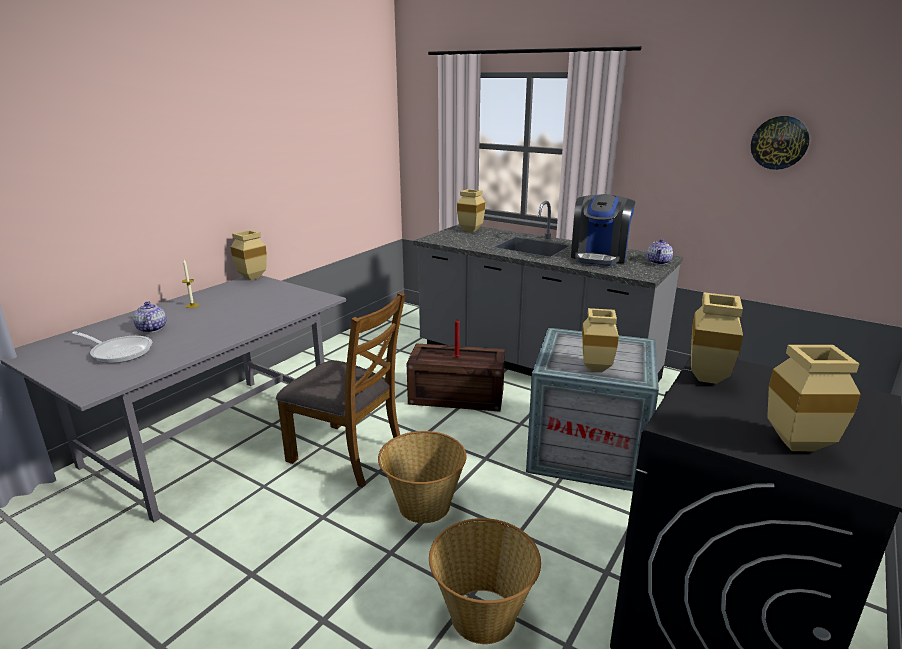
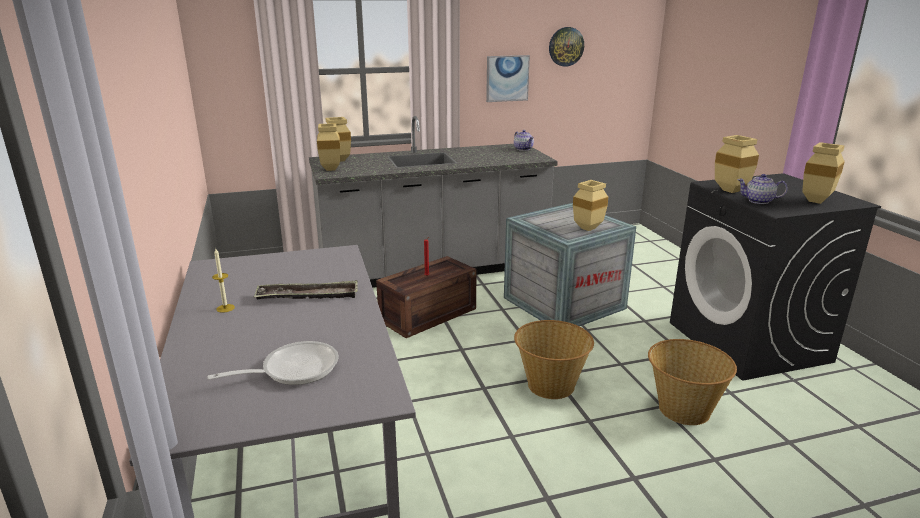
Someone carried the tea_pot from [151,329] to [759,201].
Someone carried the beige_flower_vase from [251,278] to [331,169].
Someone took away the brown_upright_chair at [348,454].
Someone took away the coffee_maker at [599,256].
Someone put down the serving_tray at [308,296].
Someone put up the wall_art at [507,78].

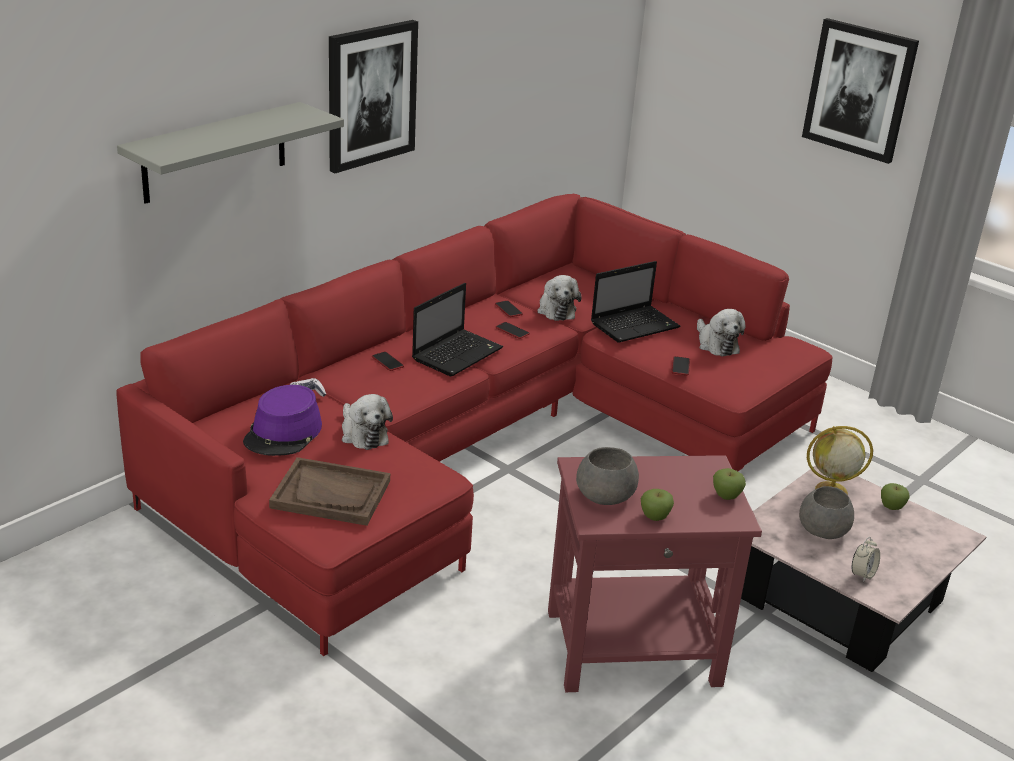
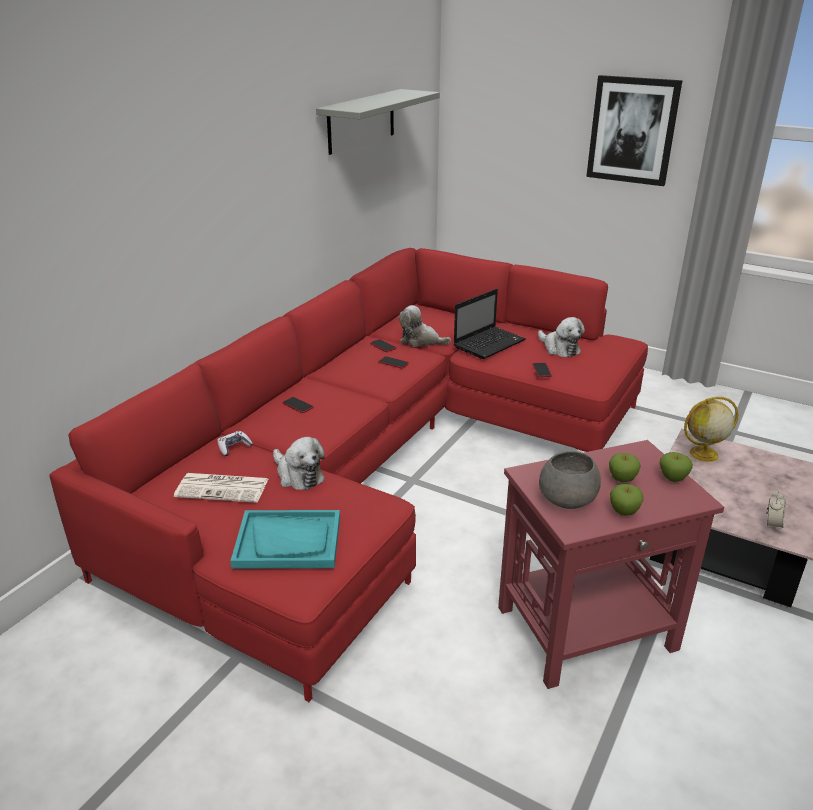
Someone carried the gray_wall_shelf from [215,152] to [361,121].
Someone swapped the purple-coloured_clothing_hat at [283,433] for the newspaper at [223,488].
Someone repainted the brown_serving_tray at [331,494], which became the turquoise-coloured_serving_tray at [288,541].
Someone took away the wall_art at [371,95].
Someone took away the notebook_computer at [458,353].
Someone rotated the cuddly_toy at [556,310] by 135 degrees clockwise.
Someone took away the gray_bowl at [823,529].
Someone carried the apple_fruit from [891,507] to [622,479].

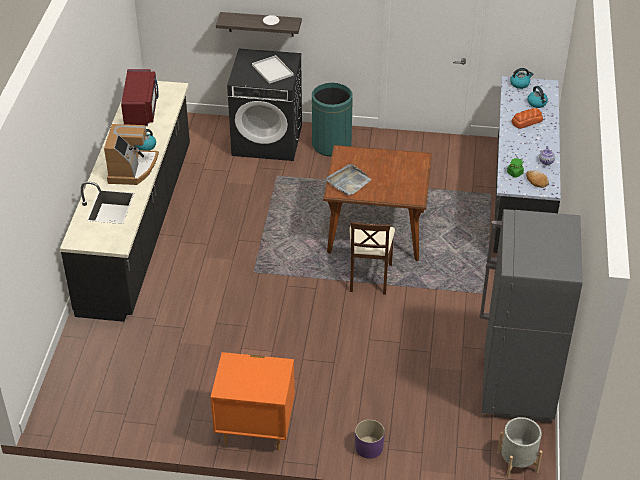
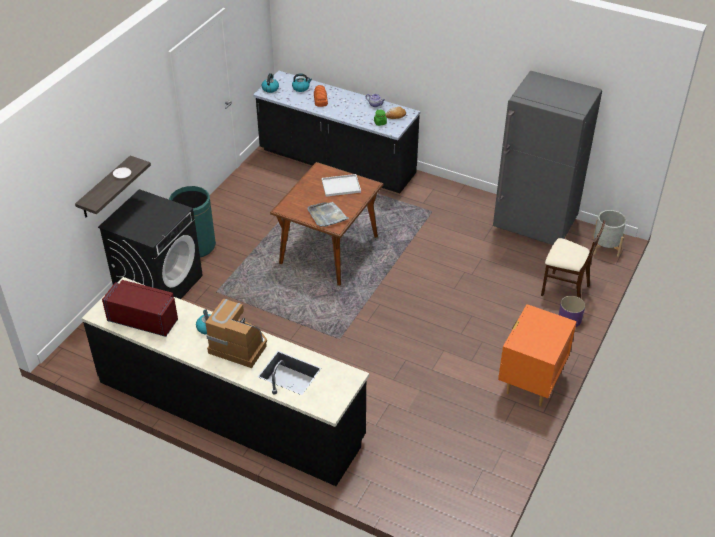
Someone carried the white-coloured_serving_tray from [273,70] to [341,185].
Someone carried the beige_upright_chair from [369,277] to [565,289].

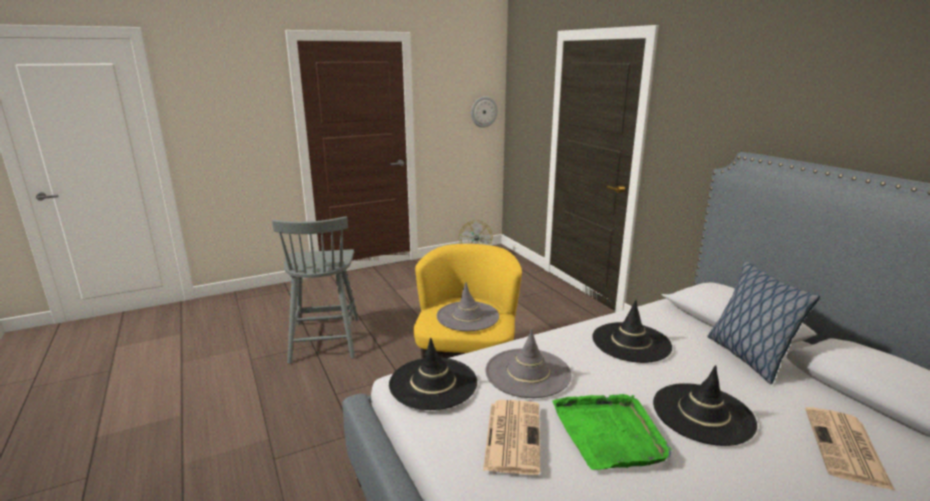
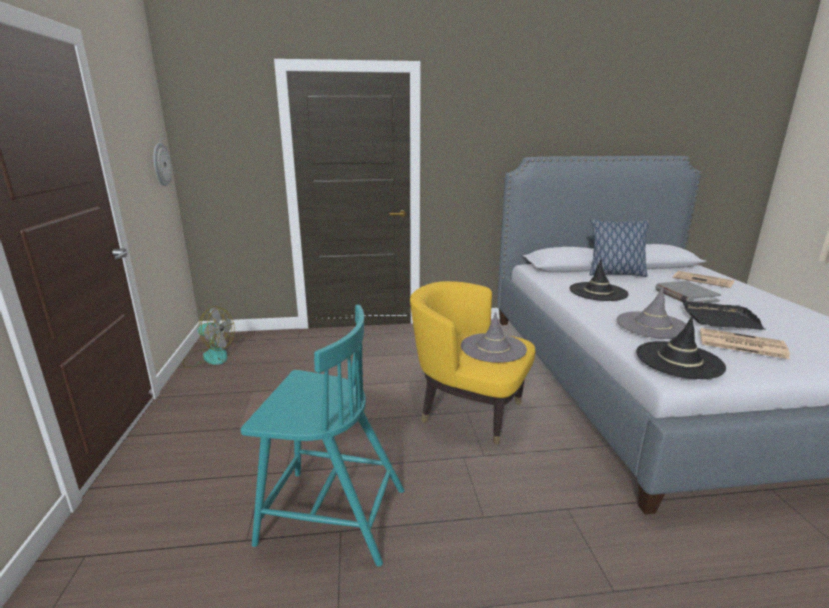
Someone repainted the gray_upright_chair at [325,339], which became the turquoise-coloured_upright_chair at [330,515].
Someone repainted the greenish_serving_tray at [610,433], which became the black-coloured_serving_tray at [719,319].
Someone swapped the black-coloured_clothing_hat at [703,413] for the gray_volume at [685,295].

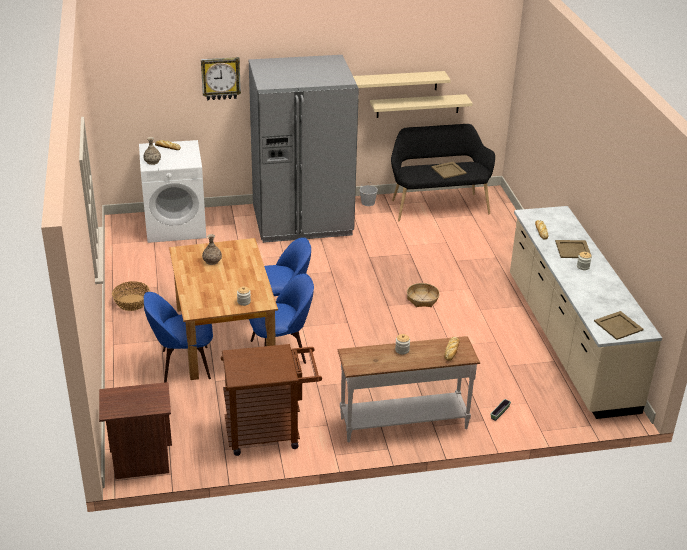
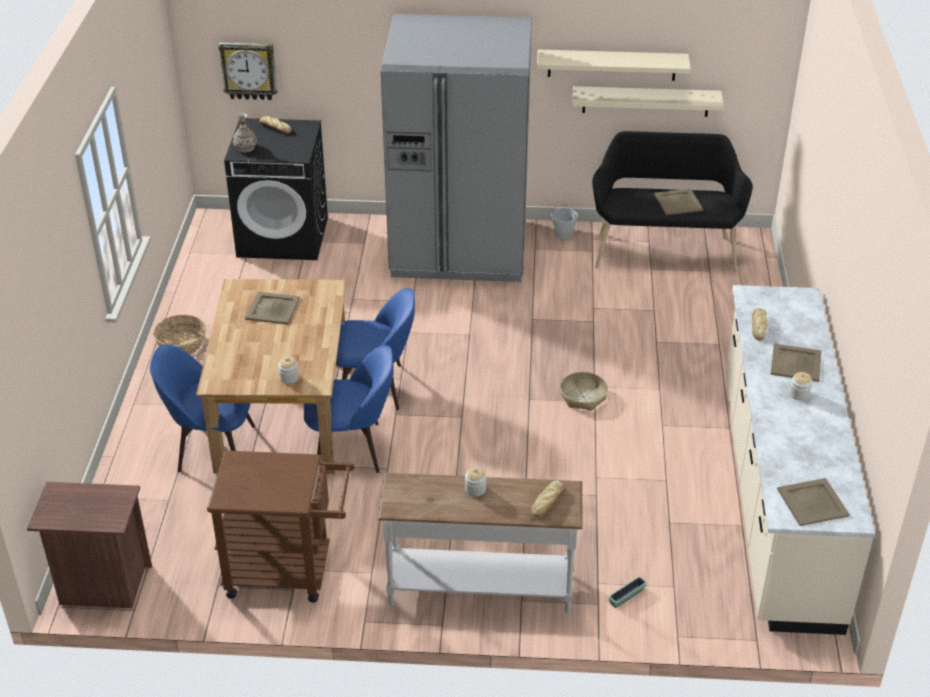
Someone repainted the white-coloured_laundry_appliance at [176,226], which became the black-coloured_laundry_appliance at [283,237].
Someone carried the hanging_clock from [220,78] to [249,70].
Someone swapped the flower_vase at [212,261] for the beige_serving_tray at [272,308].

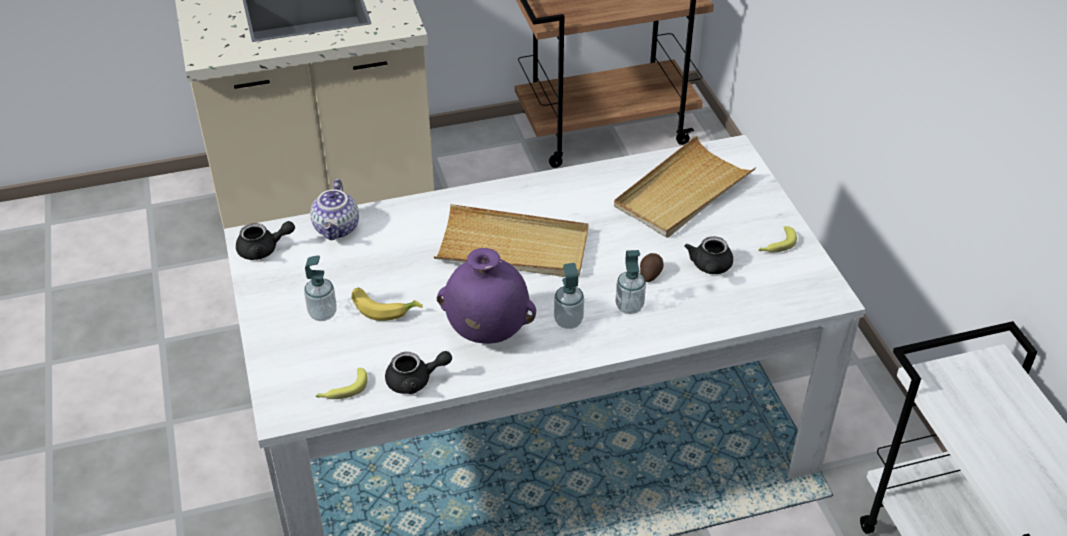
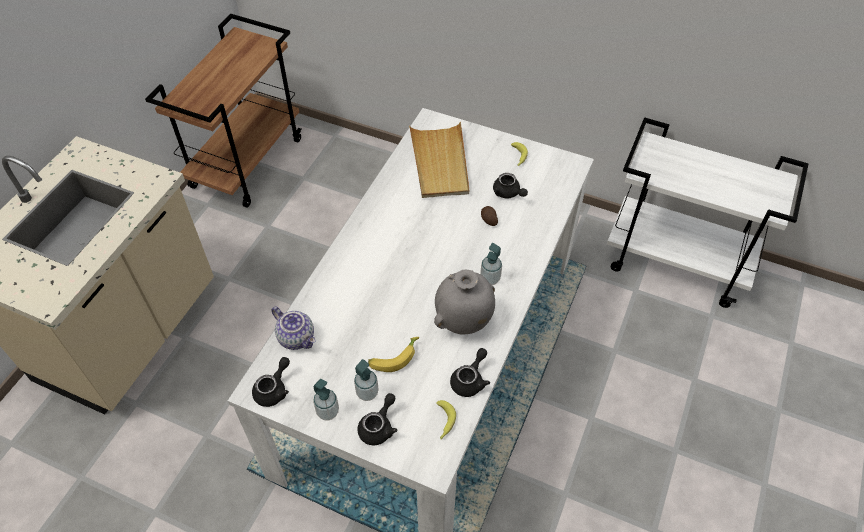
Someone took away the beige_serving_tray at [513,248].
Someone repainted the purple-coloured_flower_vase at [486,332], which became the gray_flower_vase at [463,321].
Someone carried the soap_dispenser from [629,306] to [328,412].
Someone put down the black-coloured_tea_pot at [379,427].

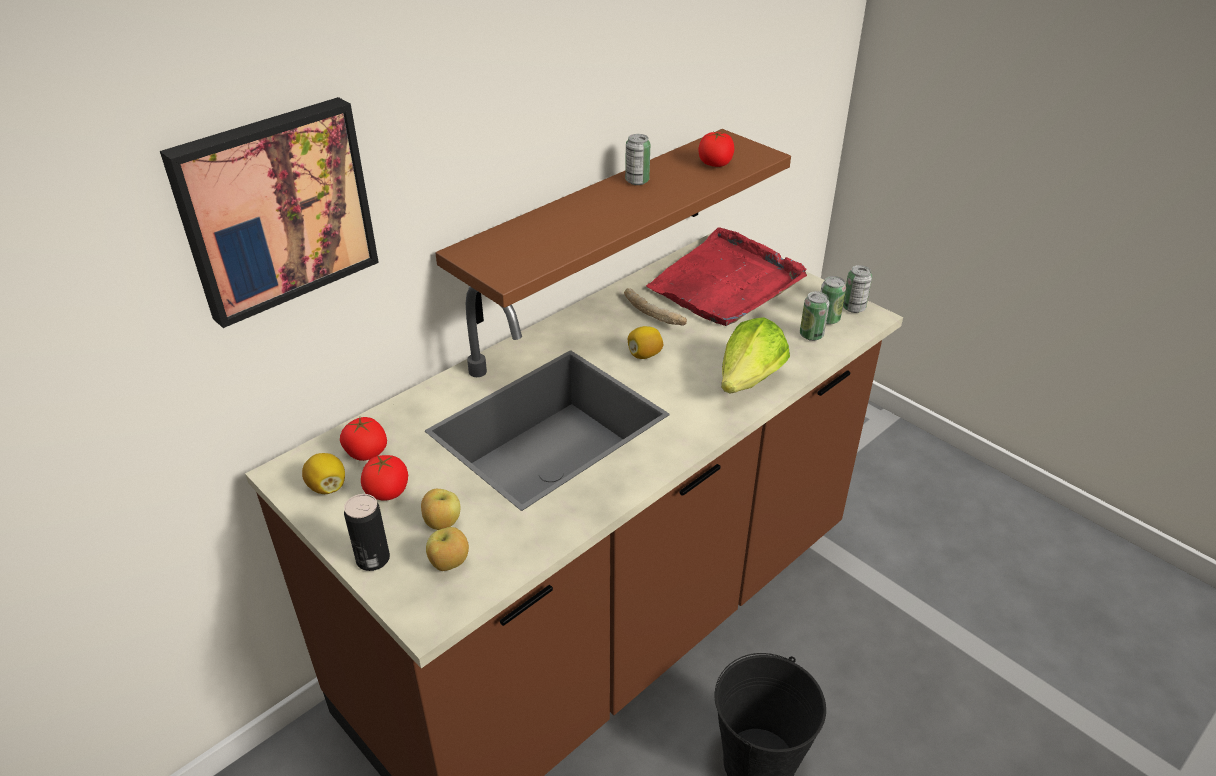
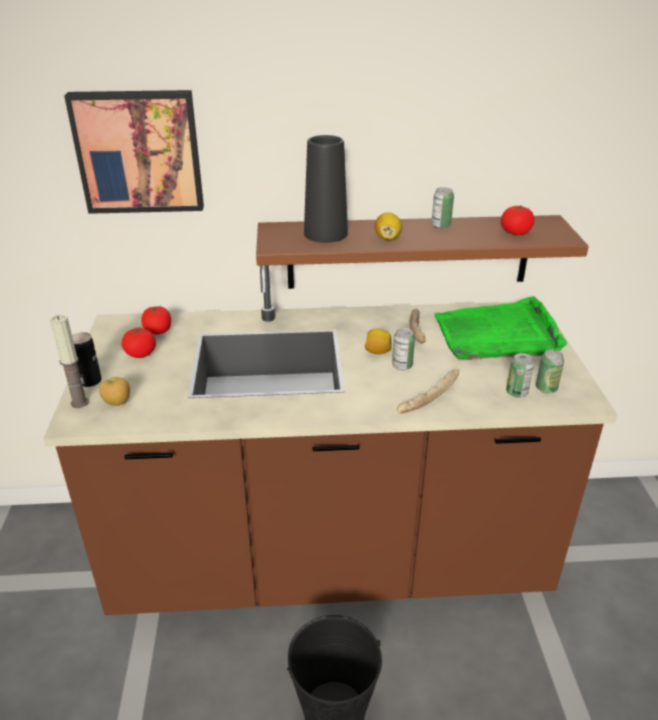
Someone carried the citrus_fruit from [327,486] to [387,238].
Someone took away the apple_fruit at [442,523].
Someone repainted the red-coloured_serving_tray at [726,283], which became the greenish_serving_tray at [497,334].
Someone swapped the head_of_lettuce at [749,380] for the bakery_bread at [428,398].
Someone carried the can from [853,308] to [402,365].
Someone put down the wax_candle at [79,403].
Someone put down the black-coloured_flower_vase at [325,233].

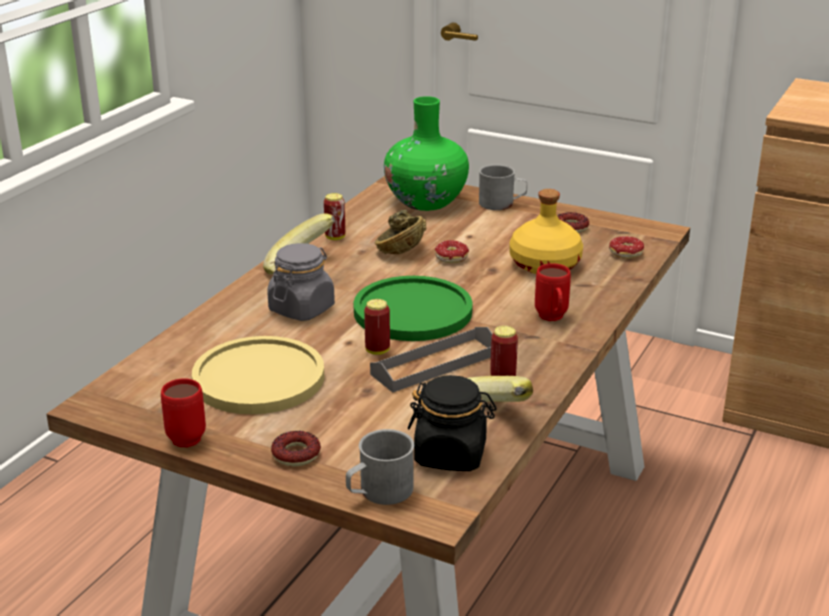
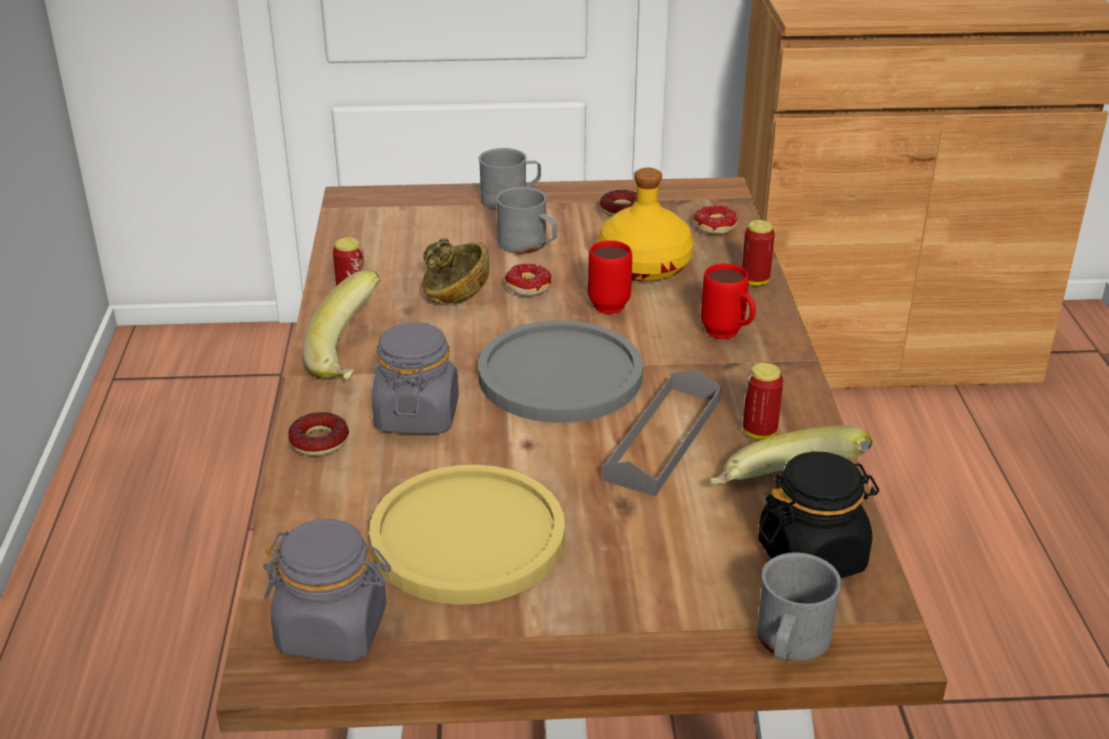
Someone carried the red-coloured_tea_mug from [190,435] to [606,302].
Someone carried the ring_doughnut from [296,454] to [319,441].
Someone repainted the greenish_plate at [412,311], which became the gray_plate at [560,375].
Someone carried the can from [377,351] to [755,281].
Someone took away the greenish_flower_vase at [426,201].
Someone put down the gray_preserve_jar at [333,630].
Someone put down the gray_tea_mug at [528,245].

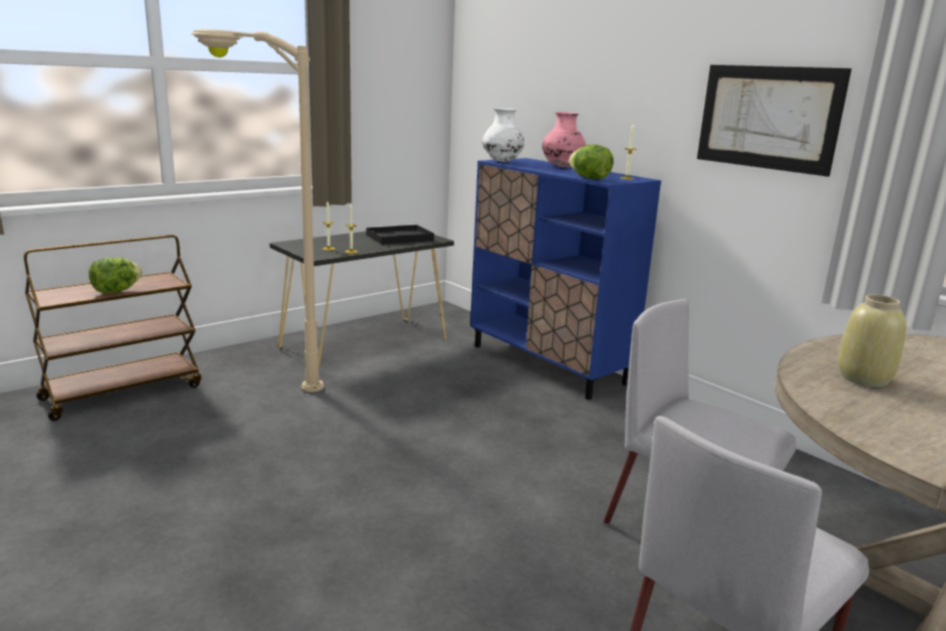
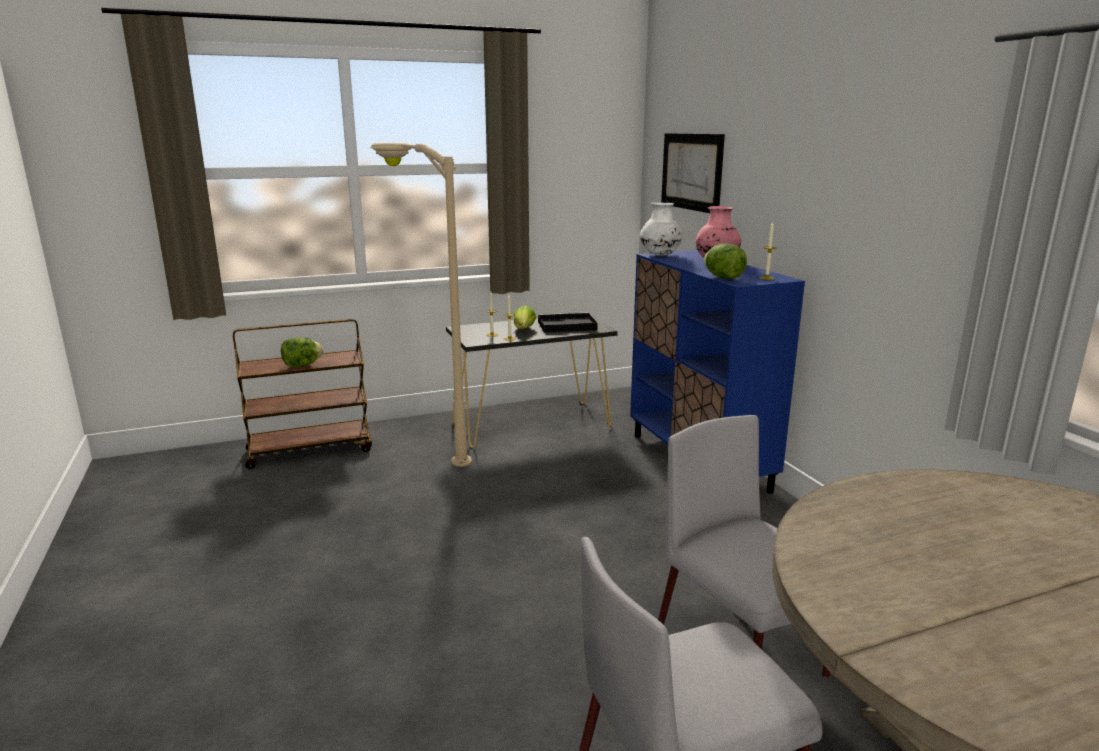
Someone carried the wall_art from [767,117] to [691,172].
Someone took away the beige_flower_vase at [863,378].
Someone put down the head_of_lettuce at [524,330].

